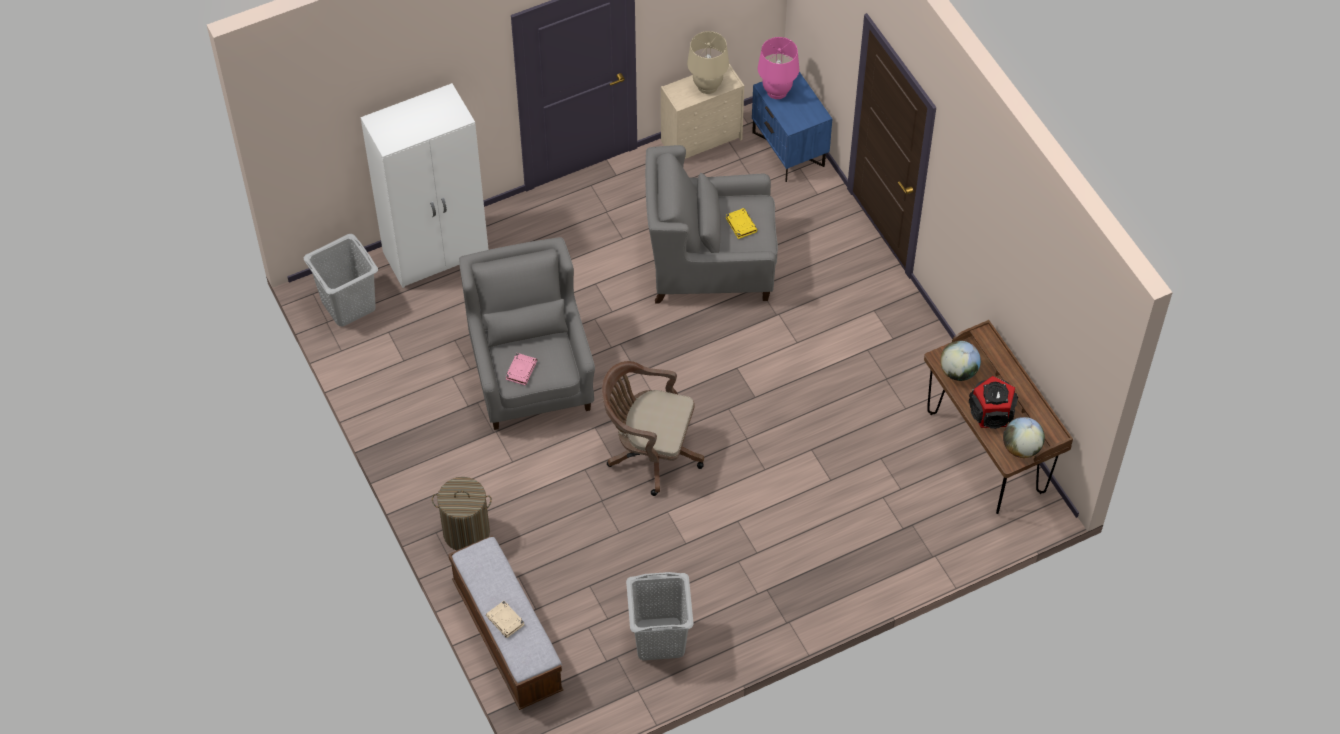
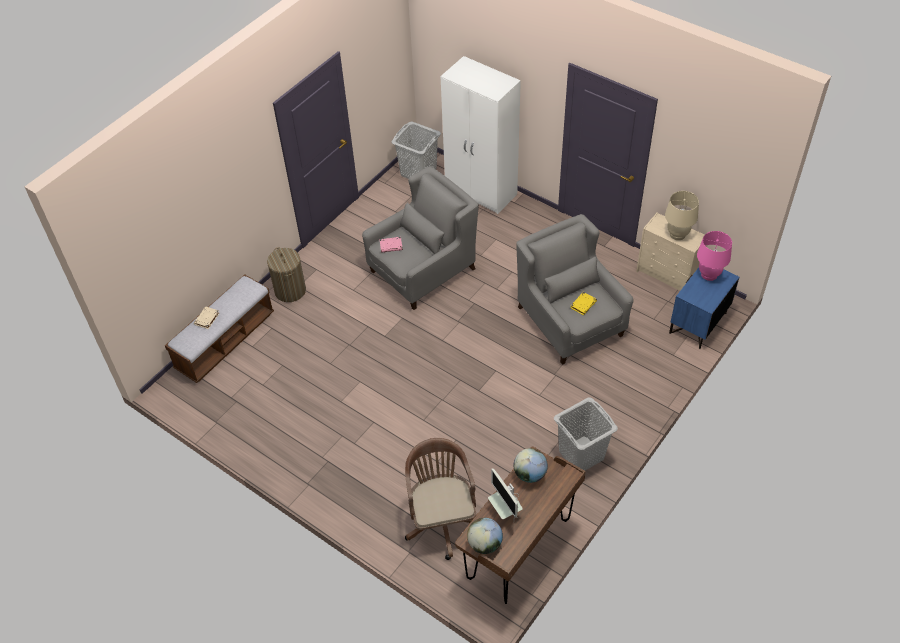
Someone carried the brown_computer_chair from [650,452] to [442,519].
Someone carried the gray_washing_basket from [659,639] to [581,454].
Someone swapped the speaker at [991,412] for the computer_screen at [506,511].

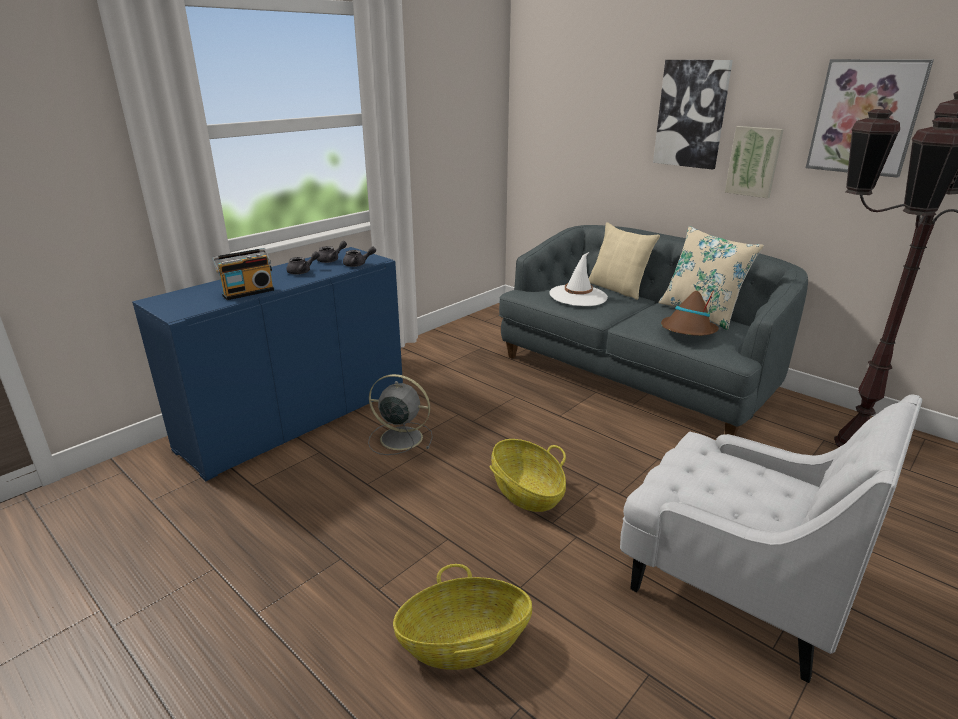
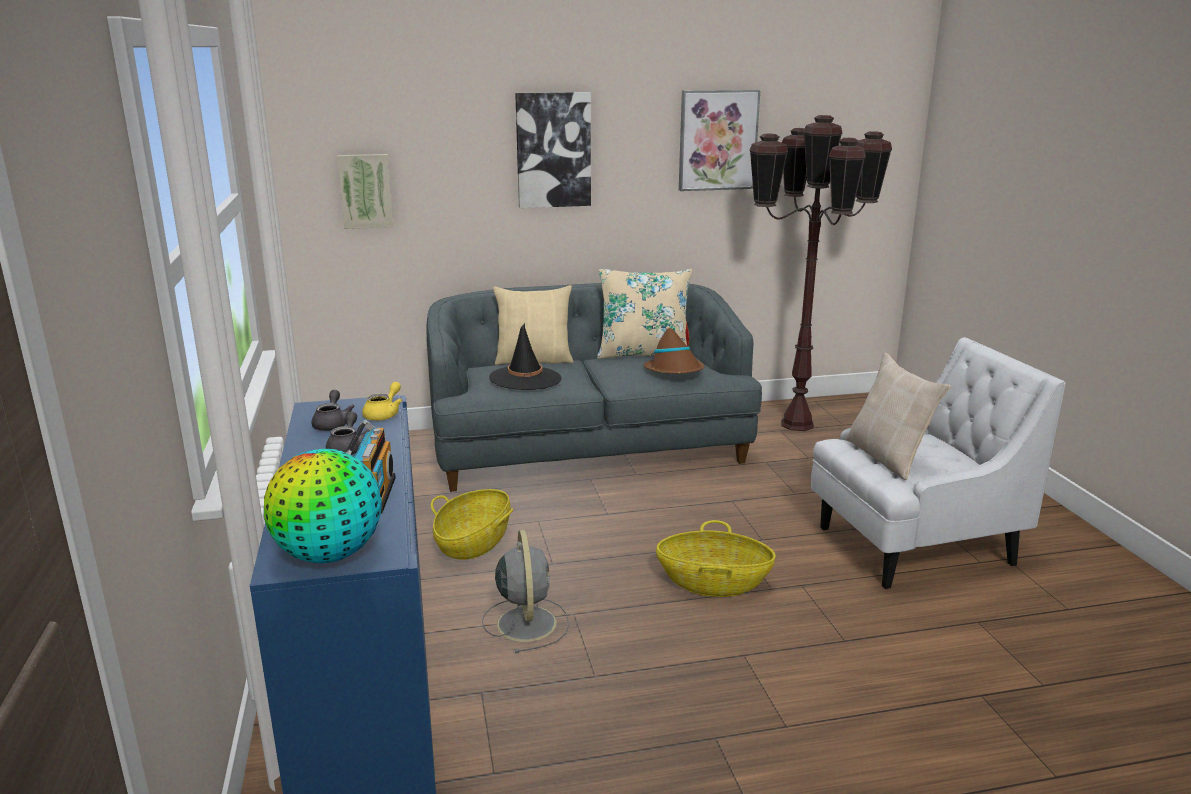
Someone repainted the gray_tea_pot at [358,264], which became the yellow-coloured_tea_pot at [384,414].
Someone rotated the gray_cooling_fan at [399,438] by 120 degrees clockwise.
Someone carried the basket from [464,642] to [473,542].
Someone repainted the white-coloured_clothing_hat at [578,296], which became the black-coloured_clothing_hat at [525,379].
Someone carried the wall_art from [754,161] to [365,191].
Someone put down the desk_globe at [329,555].
Someone put down the beige_cushion at [888,457].

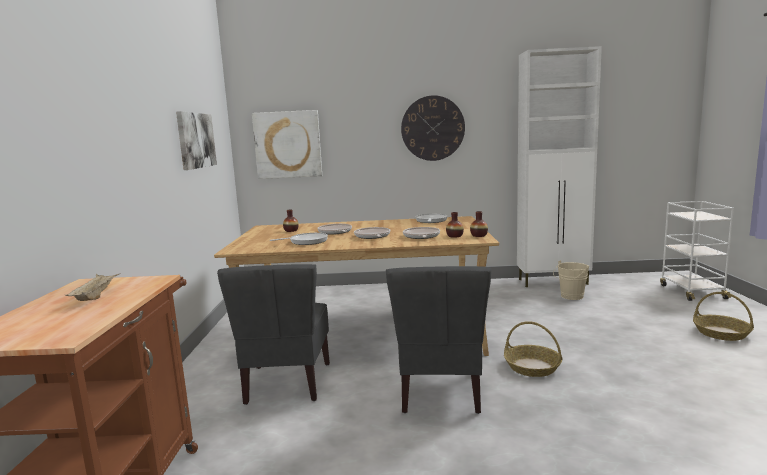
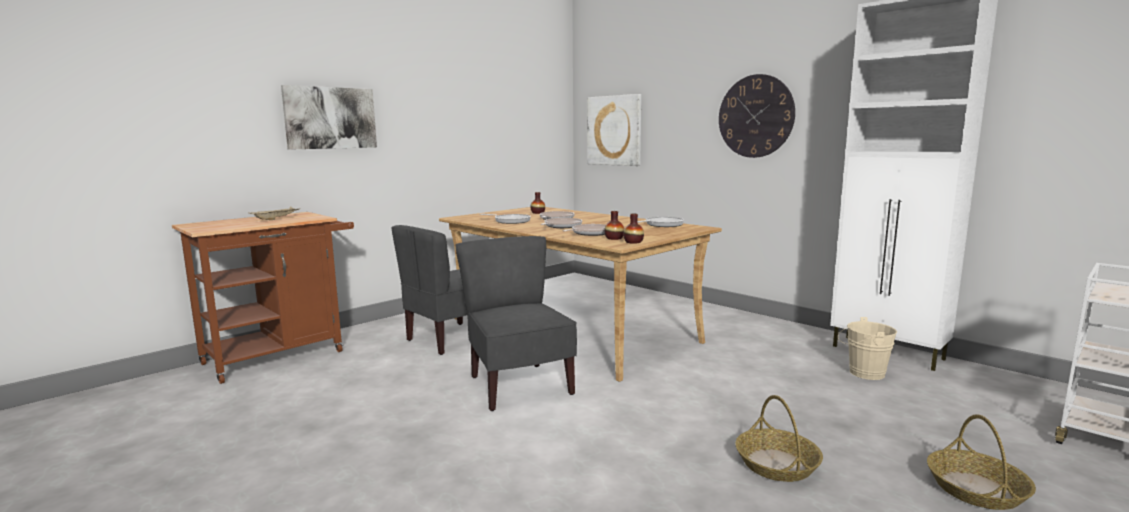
Someone carried the wall_art from [196,140] to [330,118].
Someone rotated the gray_upright_chair at [440,392] by 105 degrees clockwise.
Someone carried the basket from [532,367] to [777,464].

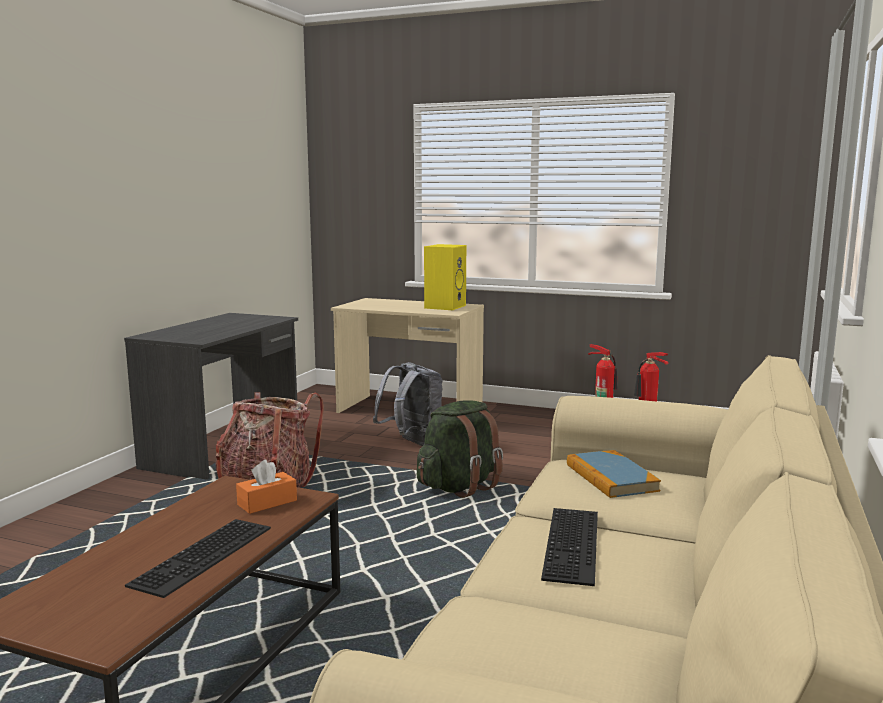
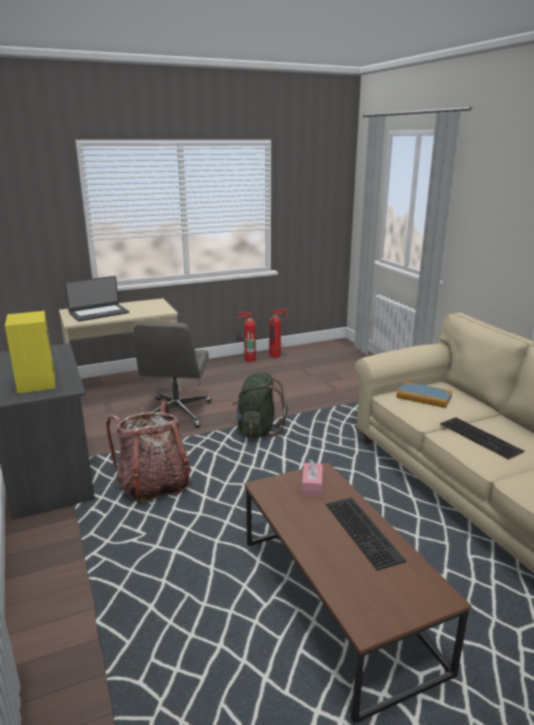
Someone repainted the orangey_tissue_holder at [267,502], which became the pink-coloured_tissue_holder at [312,486].
Someone swapped the gray_knapsack at [412,444] for the gray_computer_chair at [177,413].
Someone carried the yellow-coloured_speaker from [445,306] to [35,383].
Someone put down the notebook_computer at [98,313].

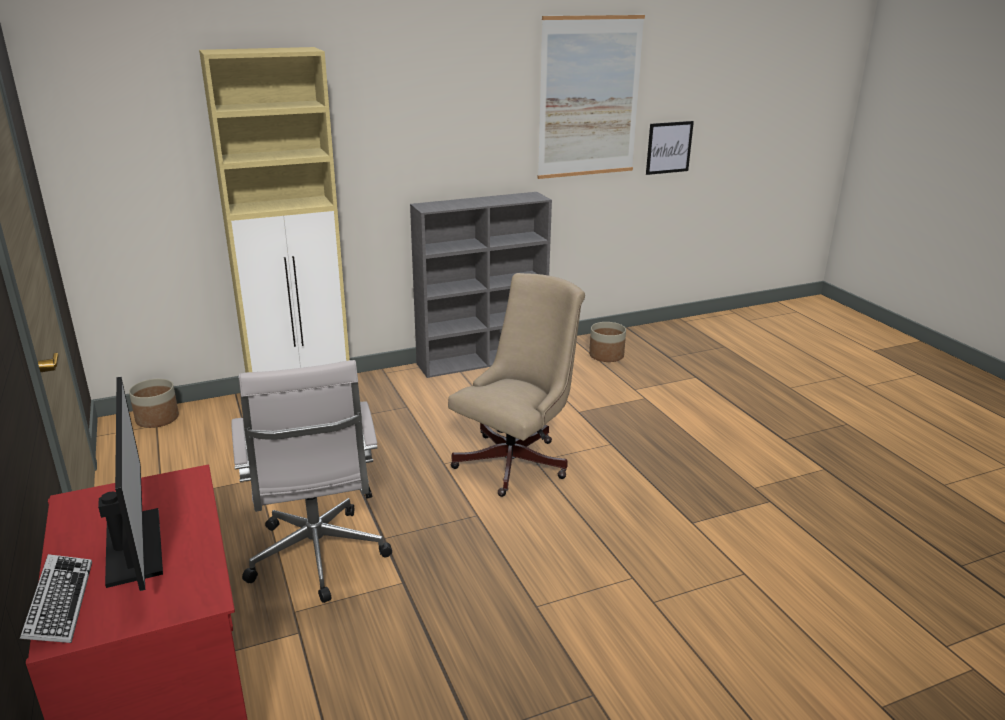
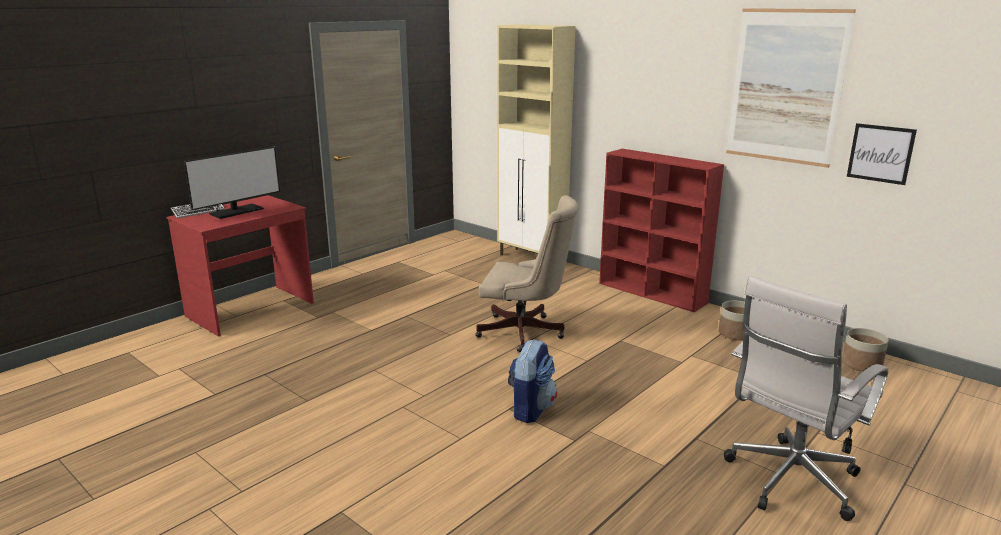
Someone carried the flower_pot from [157,418] to [861,364].
Someone carried the white-coloured_computer_chair from [318,559] to [789,482].
Someone repainted the gray_shelving_unit at [483,360], which became the red-coloured_shelving_unit at [653,293].
Someone put down the knapsack at [530,409].

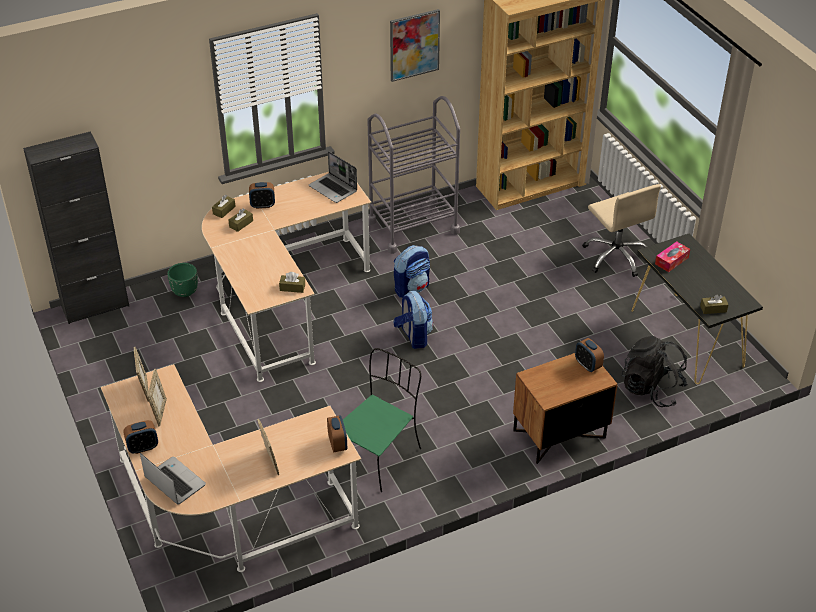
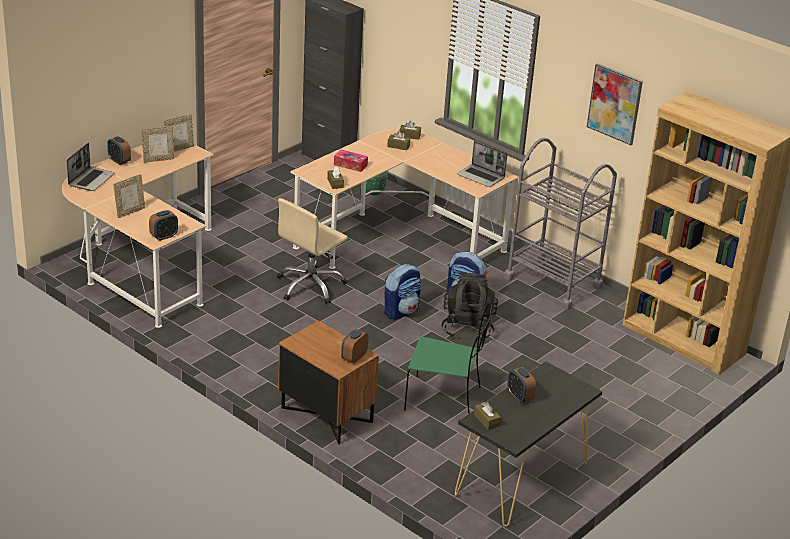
Someone carried the alarm_clock from [262,205] to [519,397].
Someone rotated the notebook_computer at [333,189] by 75 degrees counterclockwise.
Someone carried the greenish_upright_chair from [378,455] to [445,399].
Someone carried the beige_computer_chair from [616,256] to [310,286].
Someone carried the black-coloured_knapsack from [651,389] to [467,327].
Someone carried the tissue_holder from [671,261] to [350,165].

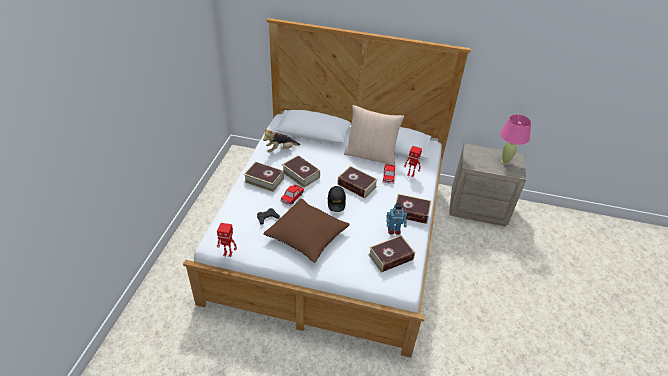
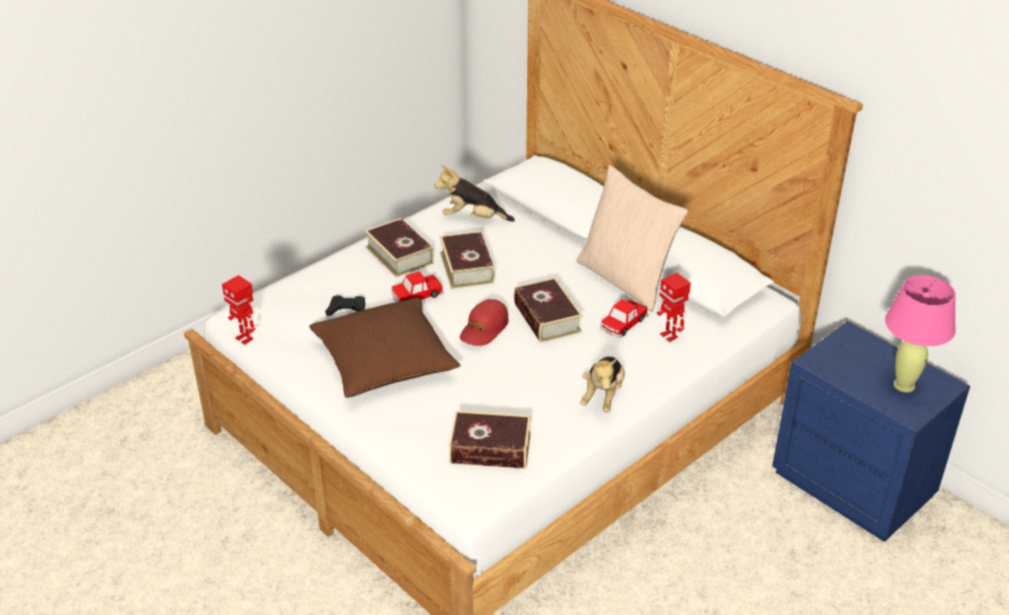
Someone repainted the black-coloured_peaked_cap at [336,202], which became the red-coloured_peaked_cap at [484,329].
Someone took away the toy_robot at [394,230].
Someone swapped the volume at [411,212] for the cuddly_toy at [603,396].
Someone repainted the beige_bedside_table at [478,208], which became the blue_bedside_table at [854,484].

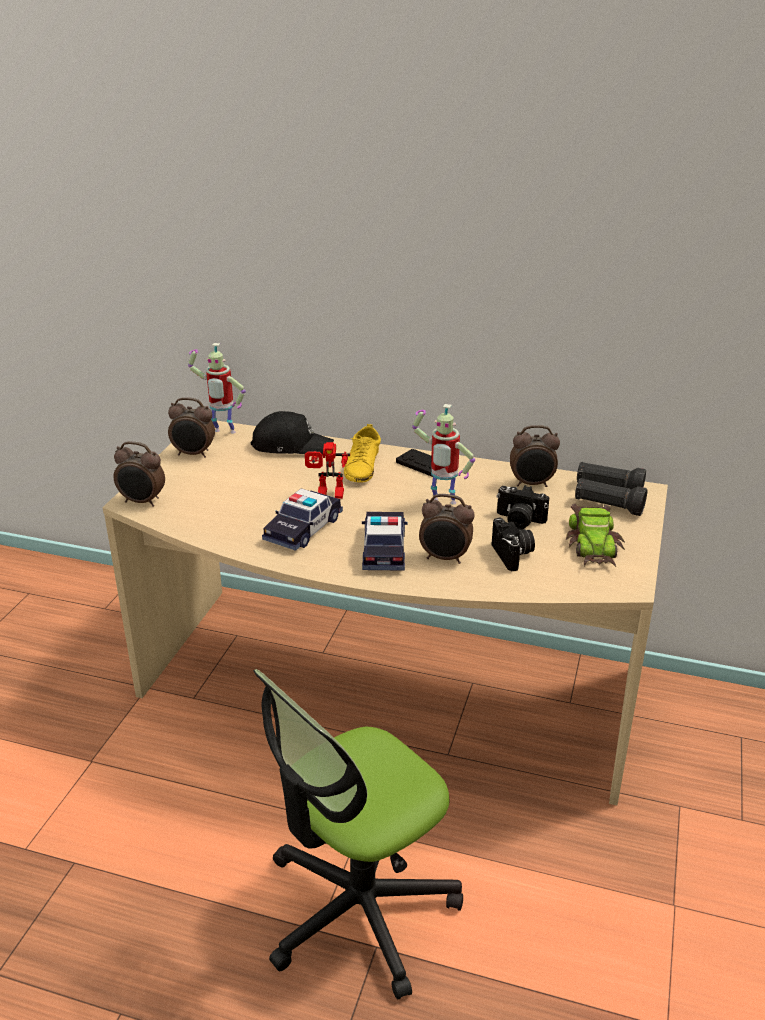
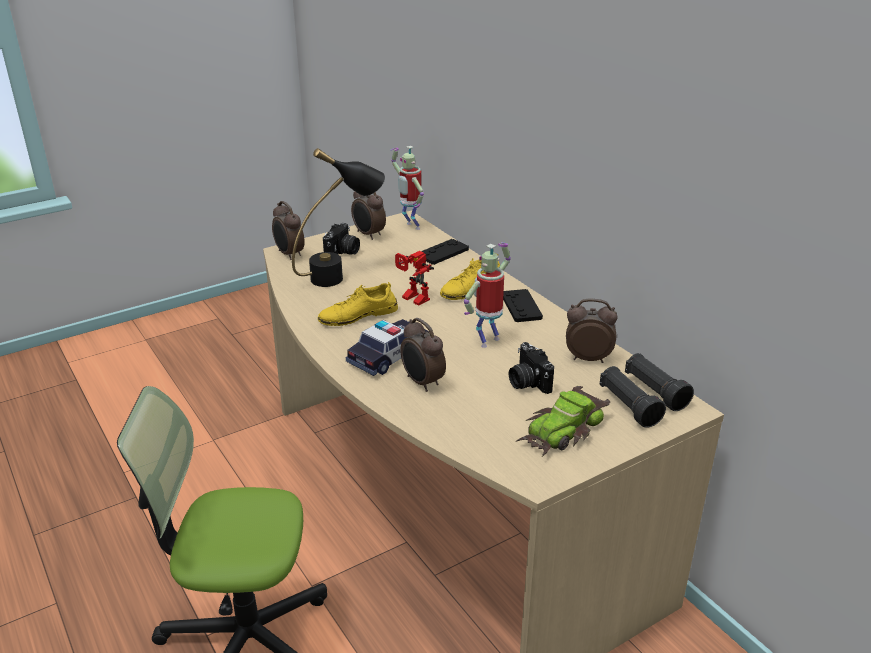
Someone swapped the black-coloured_peaked_cap at [291,445] for the black-coloured_gamepad at [443,253].
Someone swapped the miniature_car at [303,529] for the yellow-coloured_item_of_footwear at [358,315].
Someone rotated the toy_robot at [442,503] by 75 degrees clockwise.
Someone carried the photo_camera from [513,555] to [343,252].
Someone rotated the alarm_clock at [532,484] by 150 degrees clockwise.
Someone put down the black-coloured_lamp_for_a_table at [341,275].

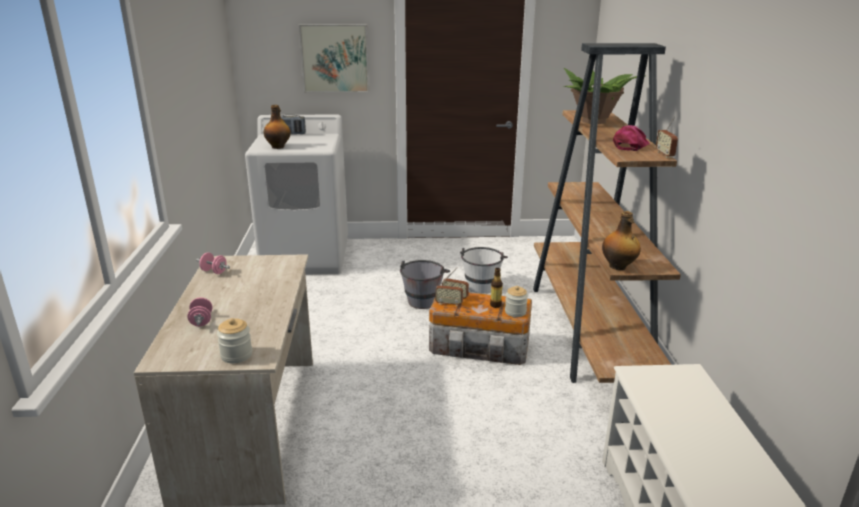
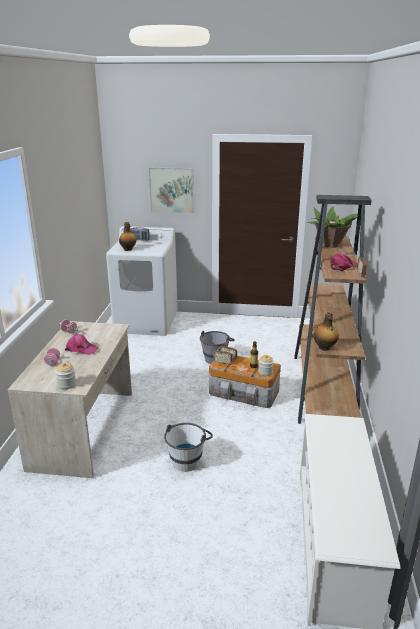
Someone carried the white-coloured_pail from [481,284] to [188,458].
Someone put down the pink-coloured_peaked_cap at [81,349].

